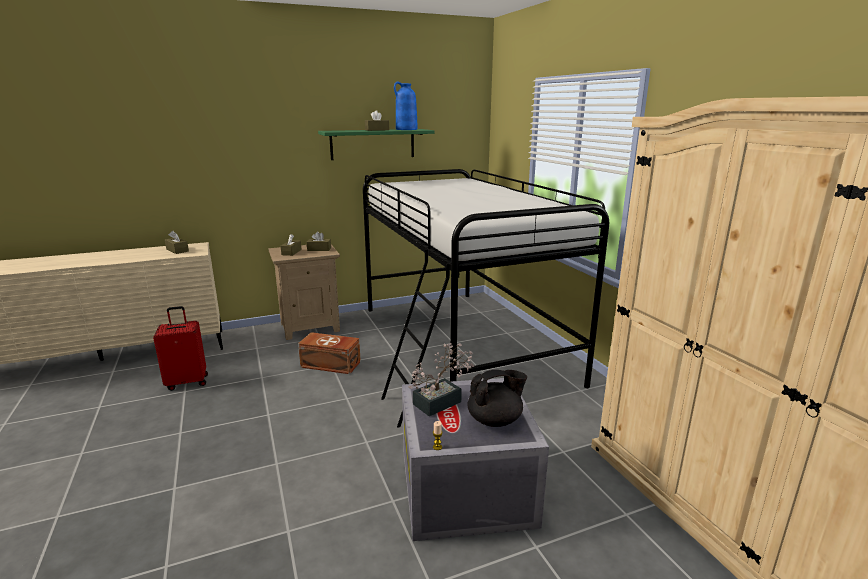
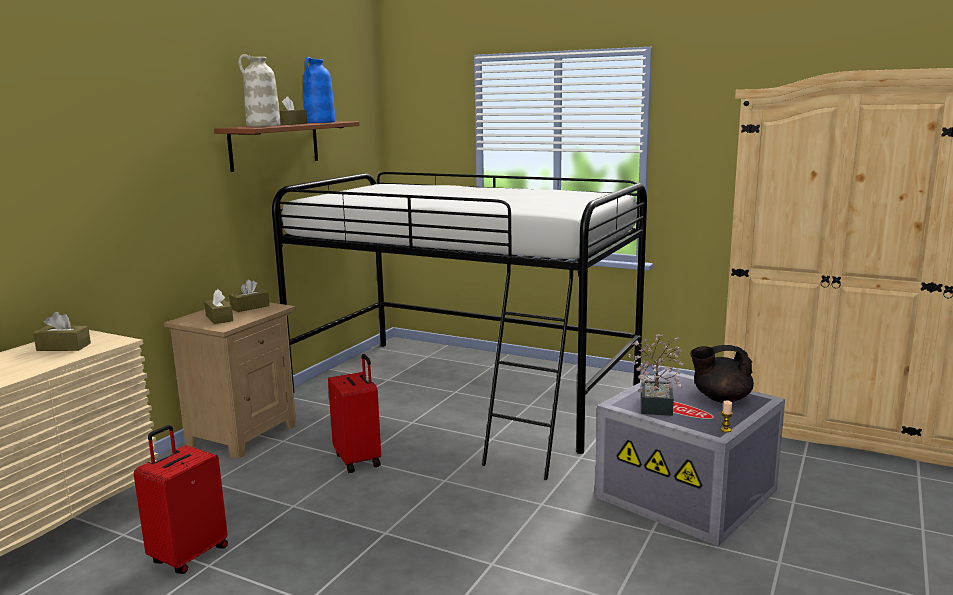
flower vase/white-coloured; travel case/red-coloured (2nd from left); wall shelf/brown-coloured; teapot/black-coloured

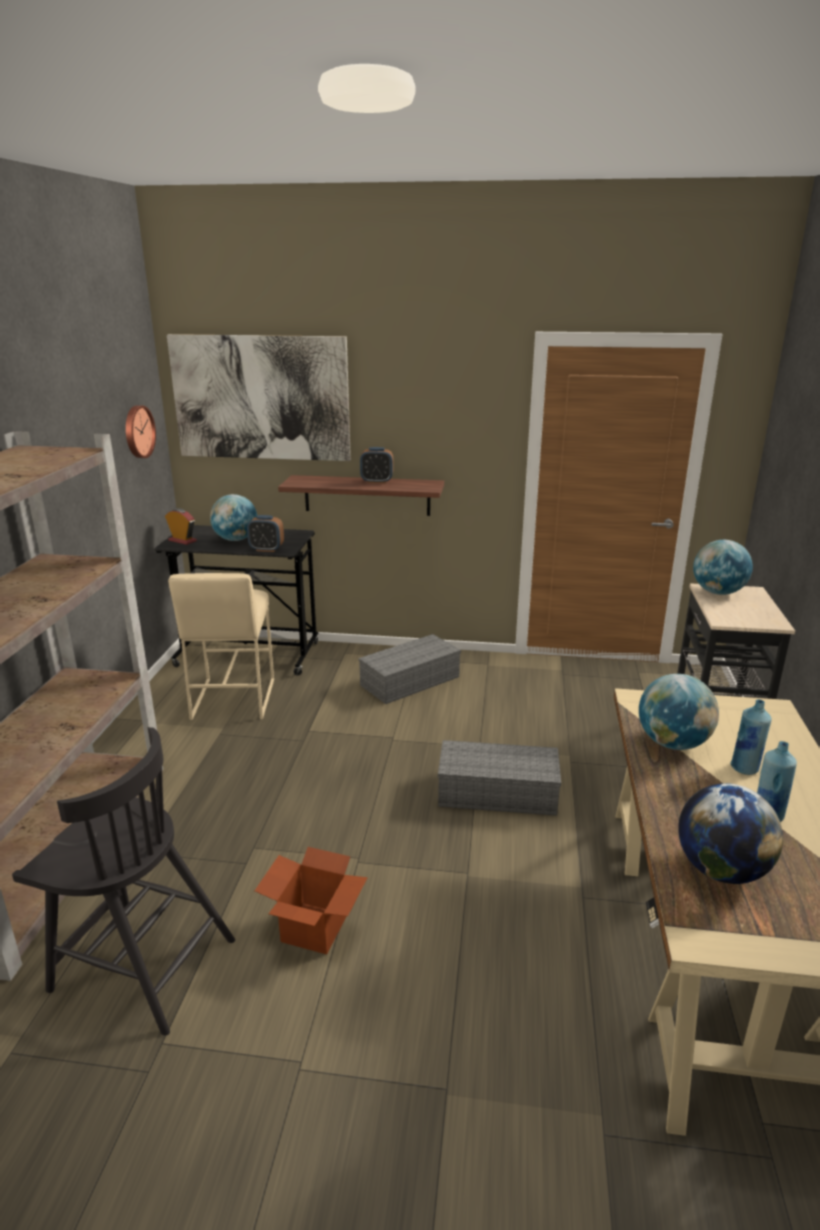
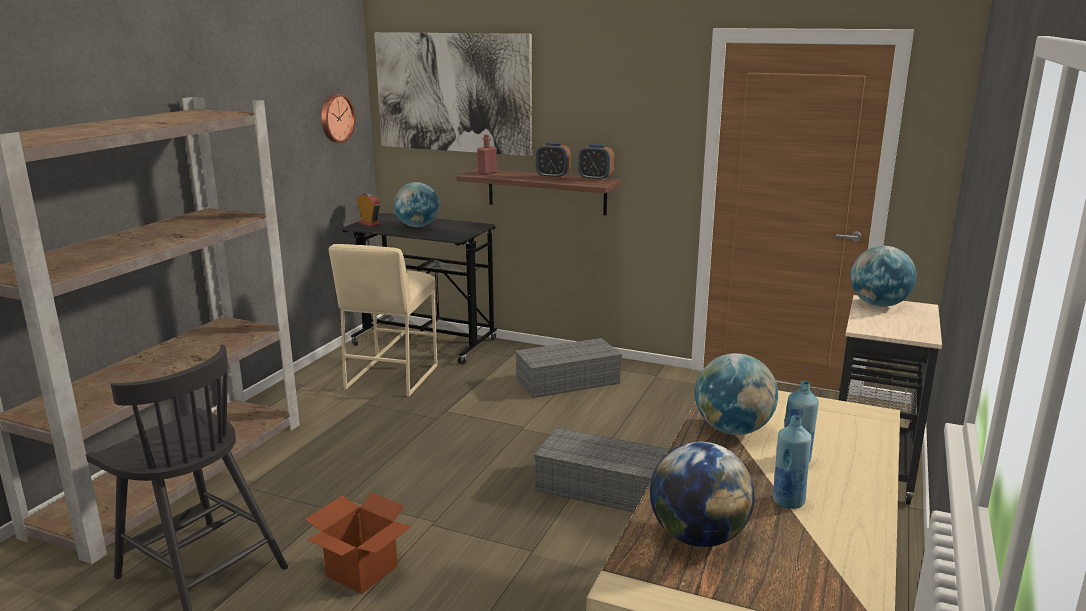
drink bottle/red-coloured; alarm clock (3rd from left)

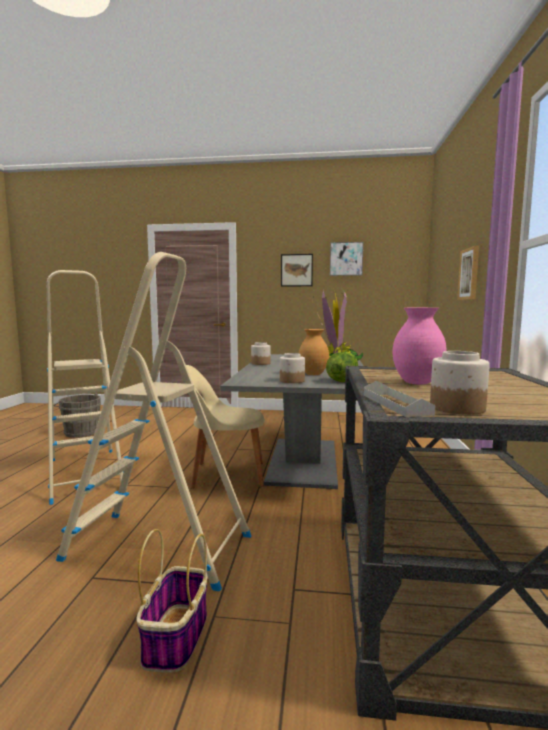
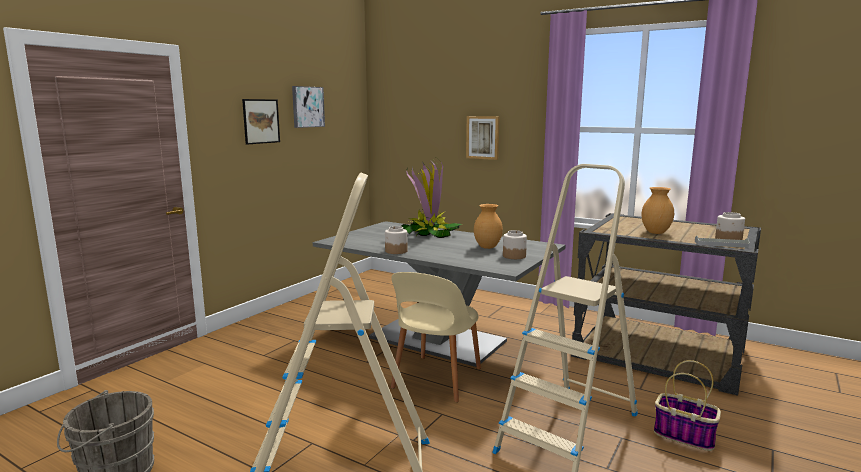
head of lettuce; flower vase/brown-coloured (2nd from left)

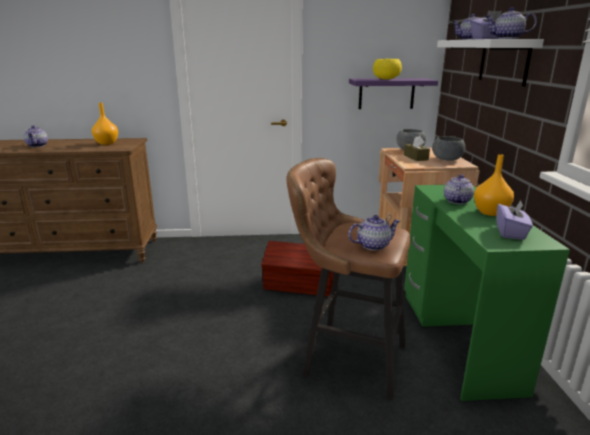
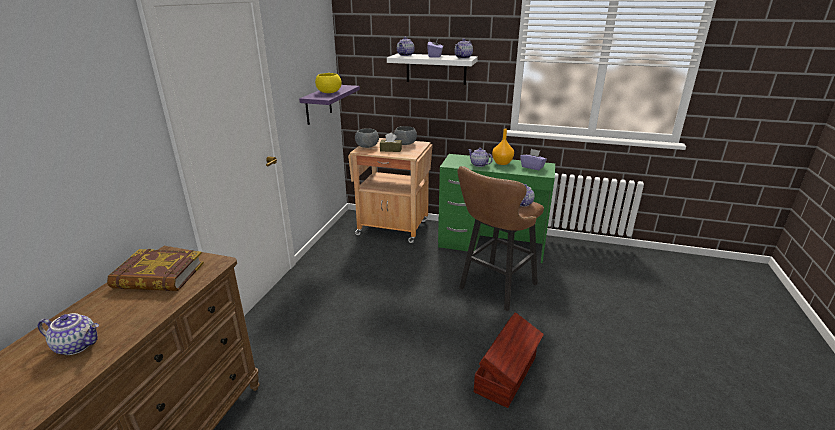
storage bin/brown-coloured; bound book

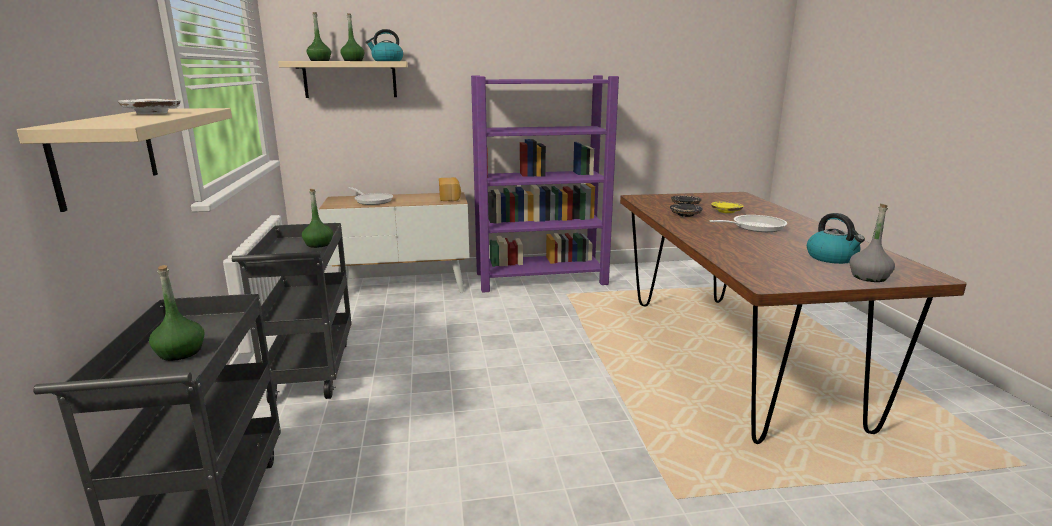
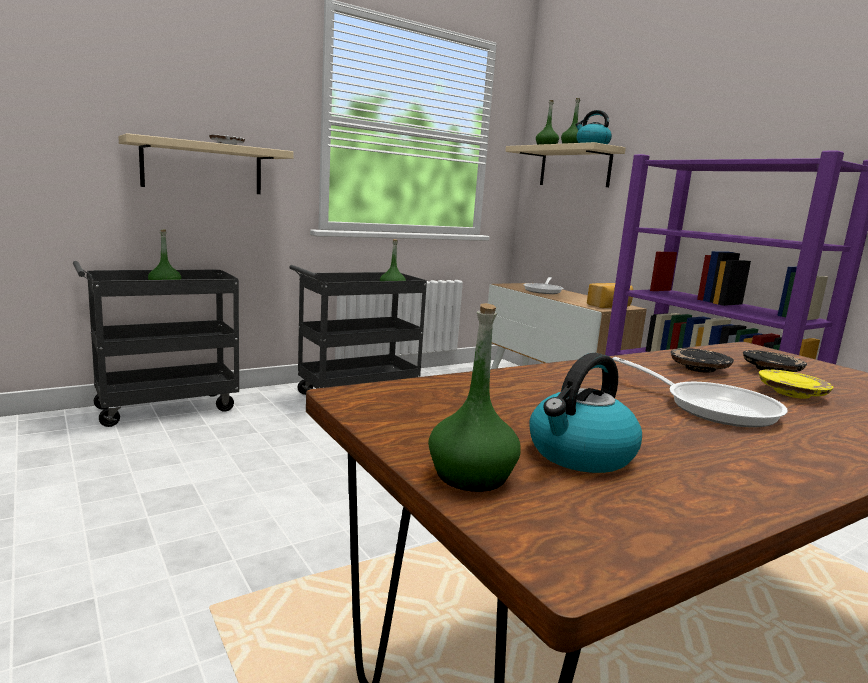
drink bottle/greenish (3rd from left)

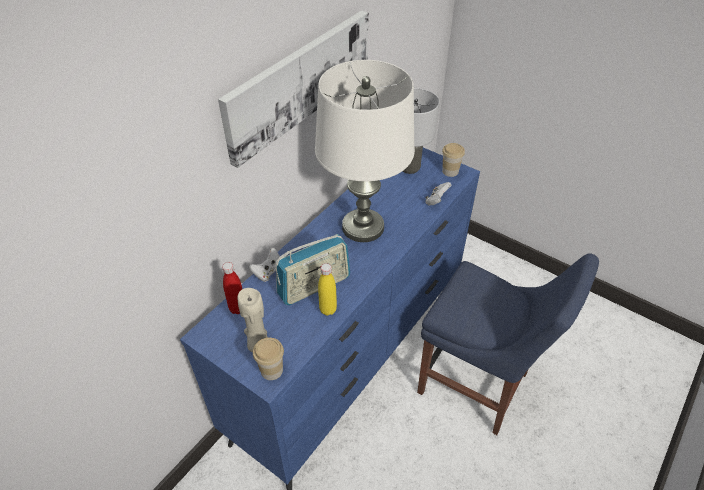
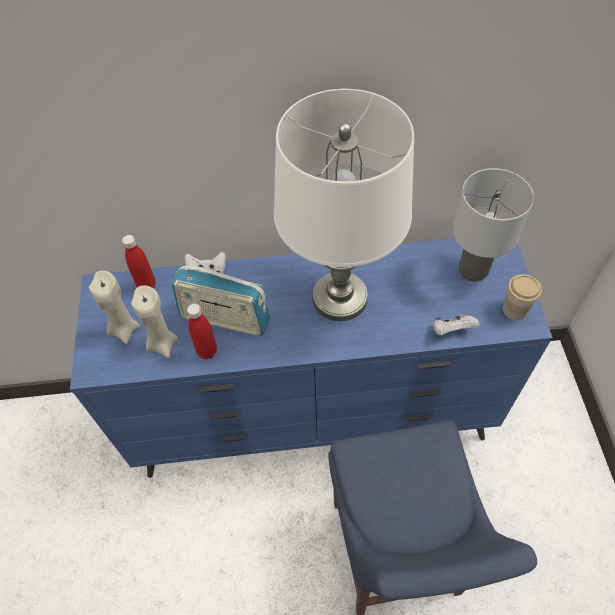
wall picture; cup (1st from left in the first image); candle/beige (2nd from left); drink bottle/red-coloured (2nd from left)

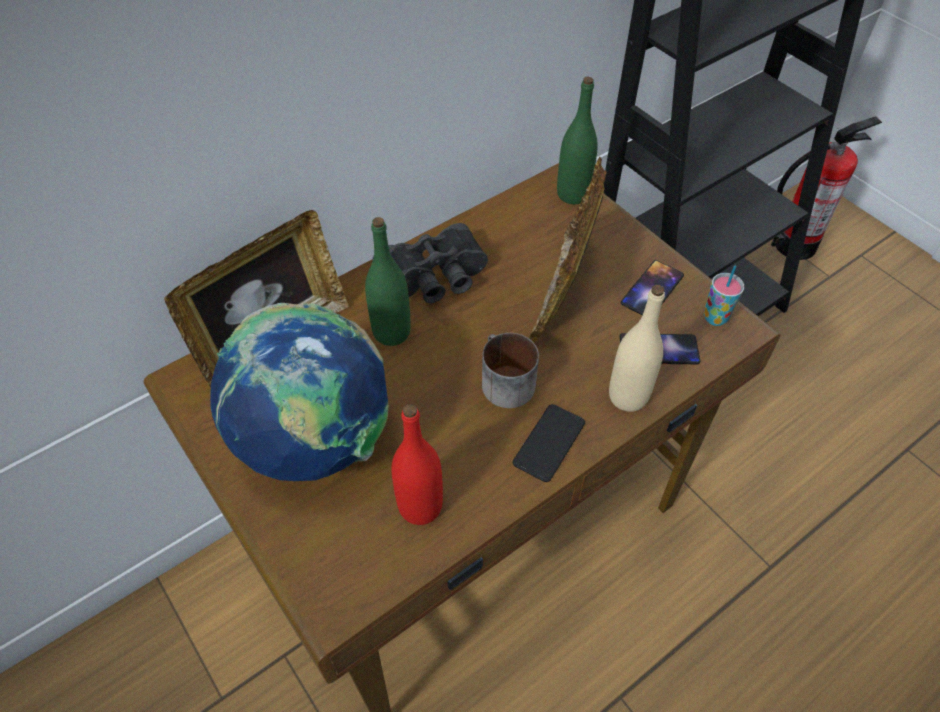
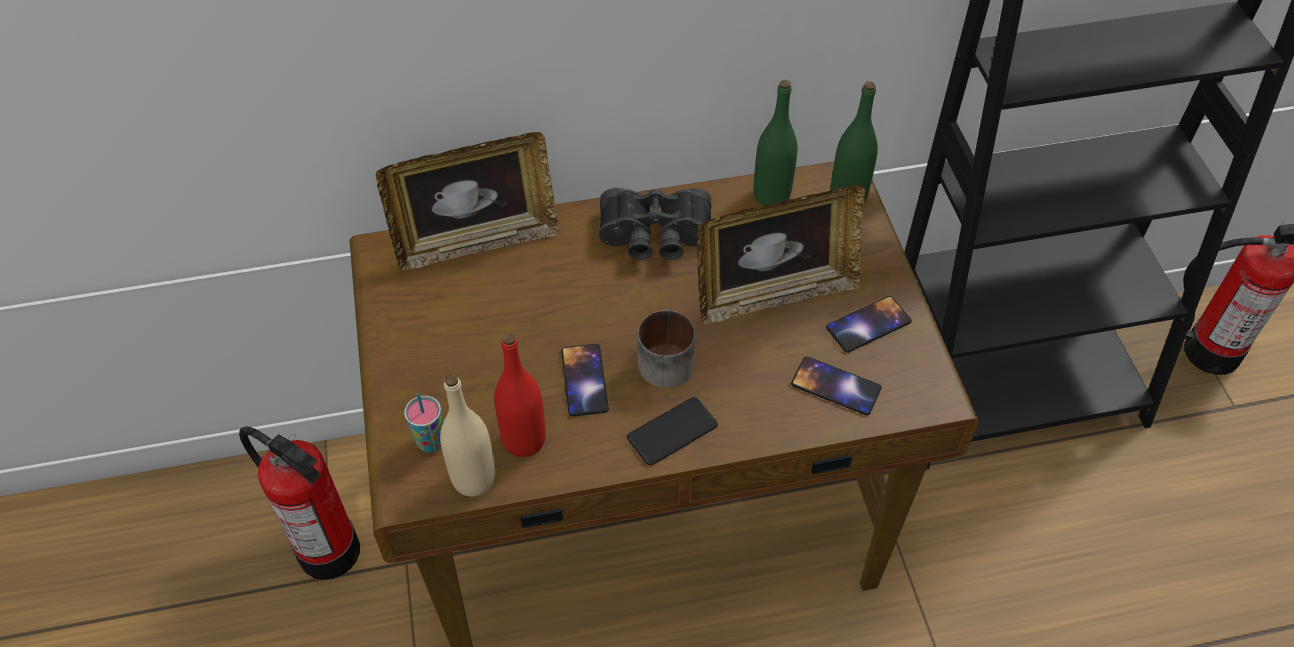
globe; extinguisher (1st from left); telephone (1st from left); drink bottle/greenish (1st from left); drink bottle/beige; cup; picture frame (2nd from left)

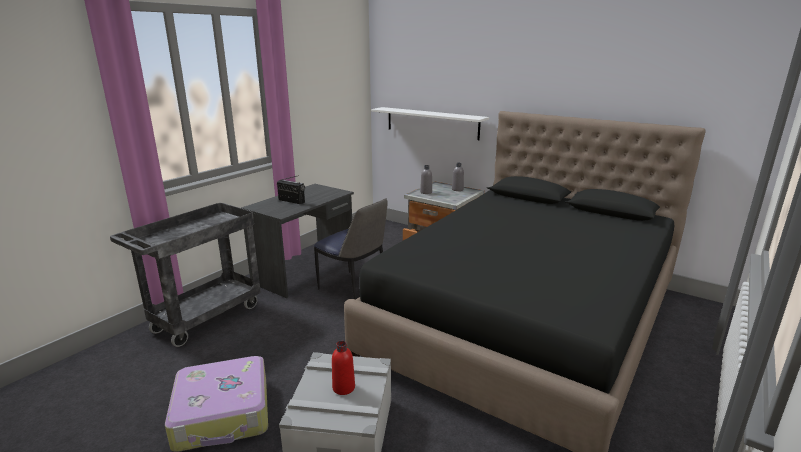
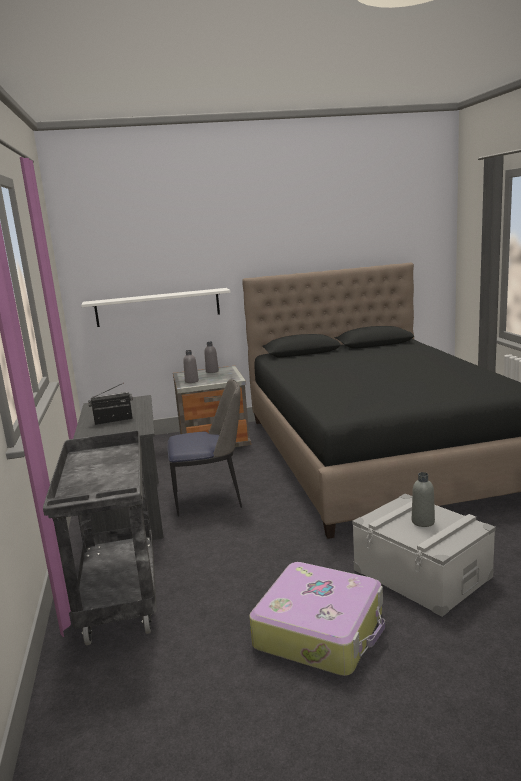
drink bottle/grey (3rd from left)

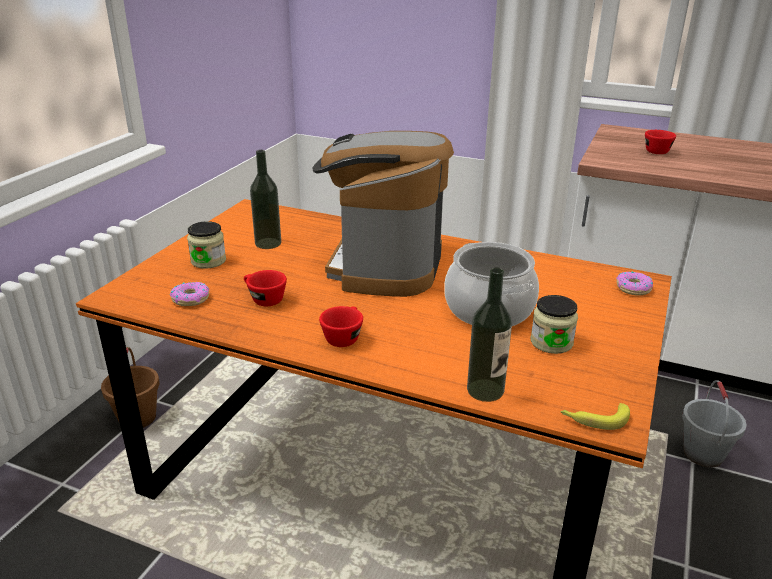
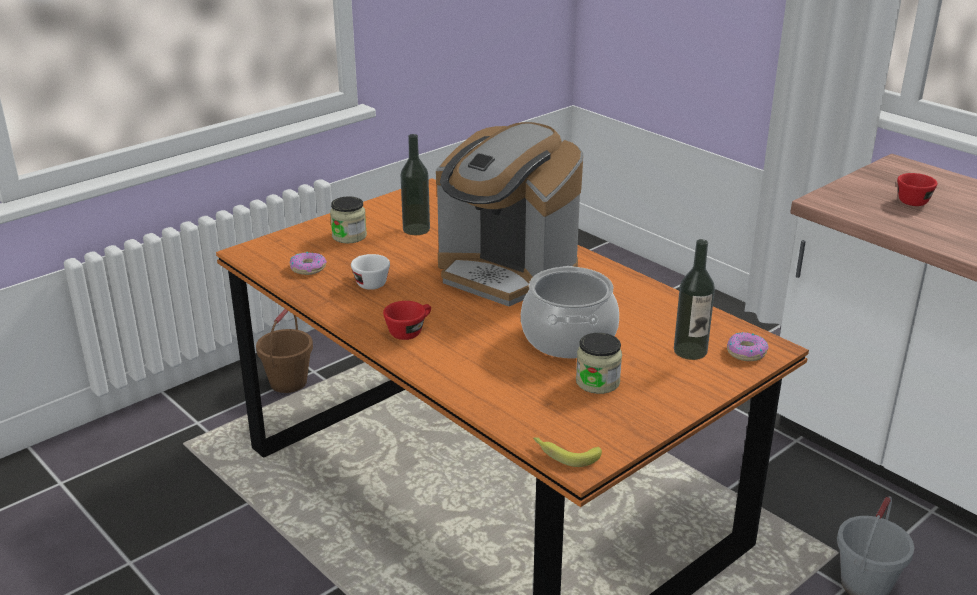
drink bottle (2nd from left); cup/white-coloured; coffee maker

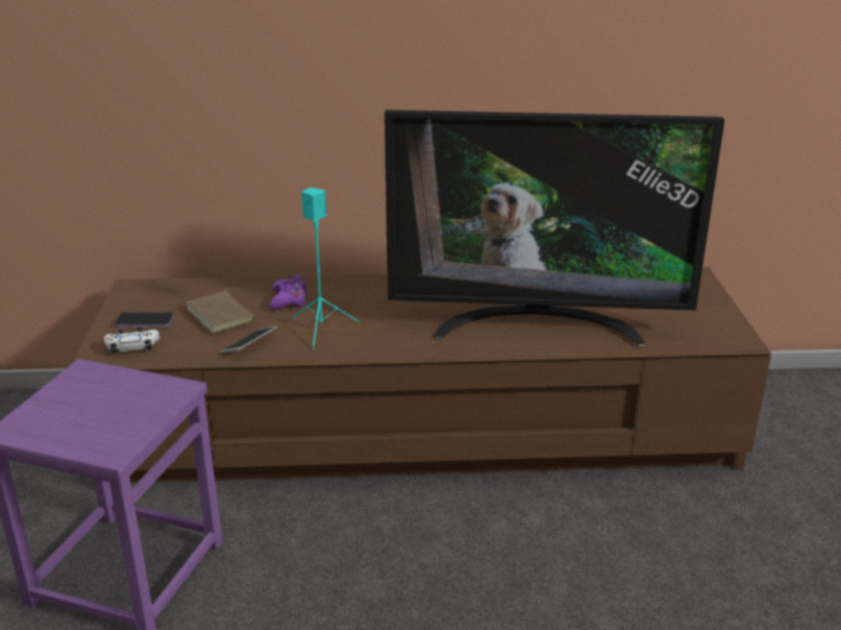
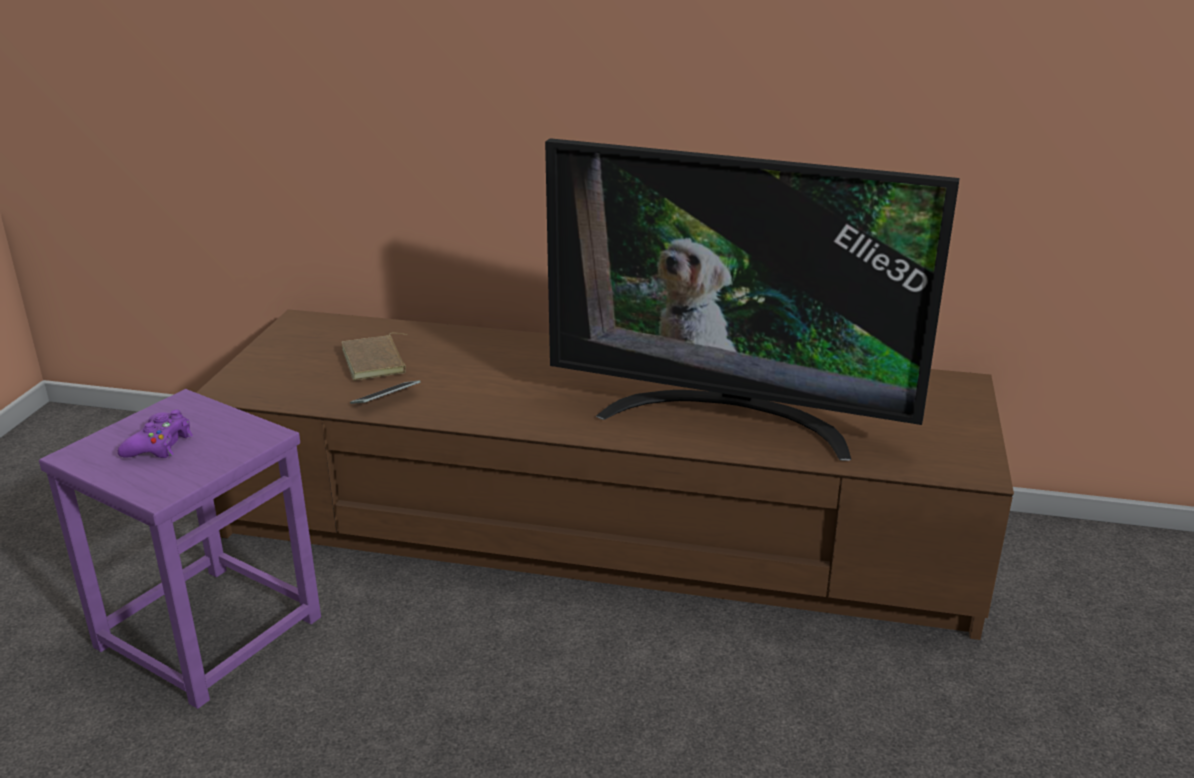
gamepad/white-coloured; telephone (1st from left in the first image); audio speaker/turquoise-coloured; gamepad/purple-coloured

